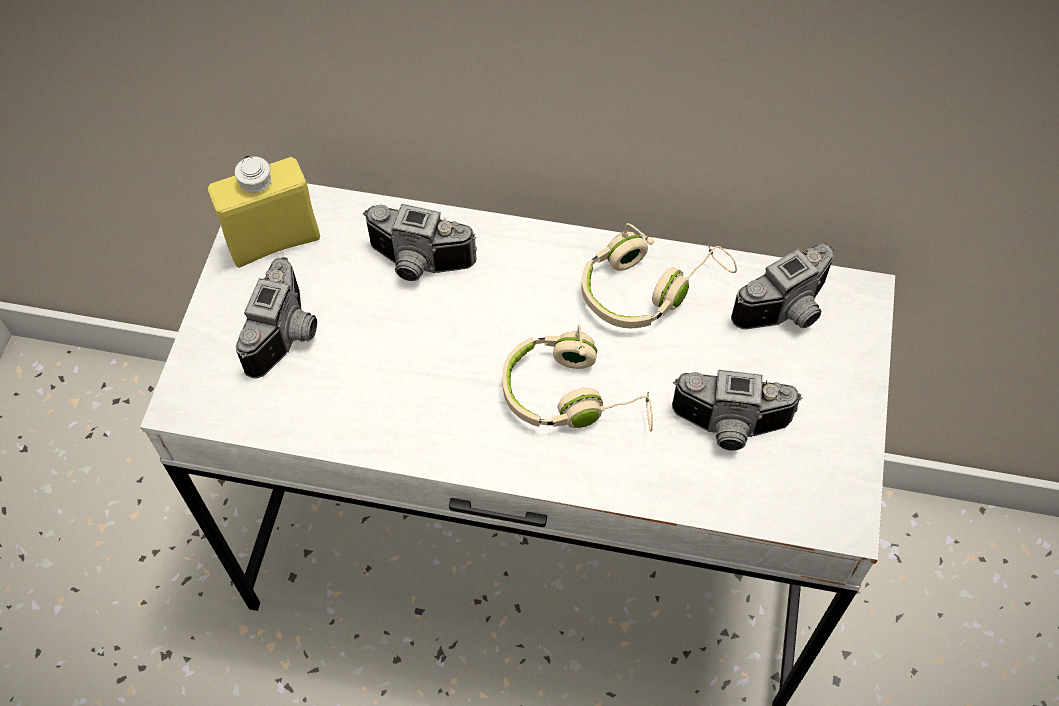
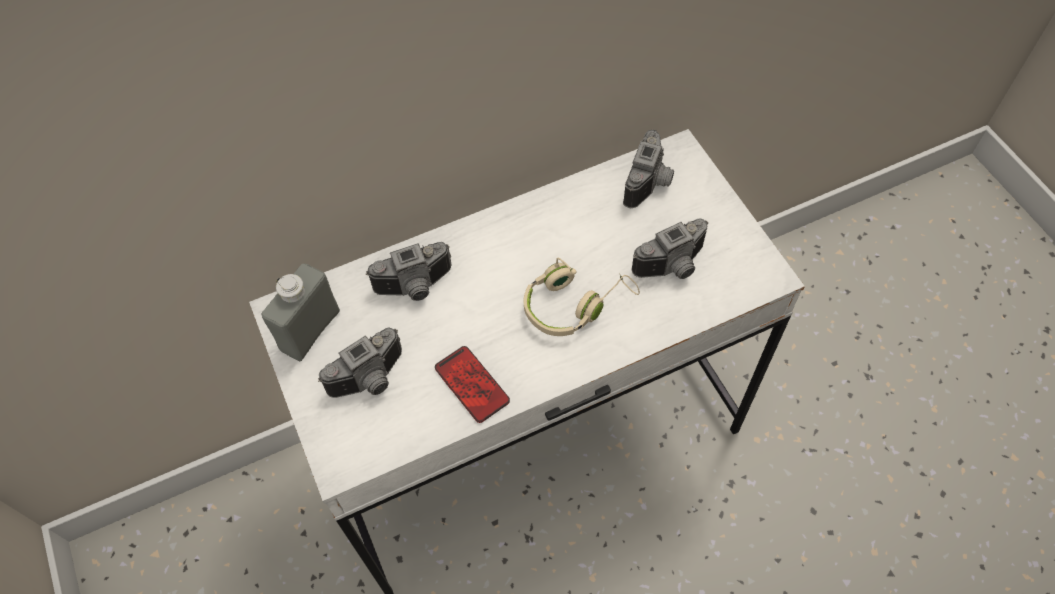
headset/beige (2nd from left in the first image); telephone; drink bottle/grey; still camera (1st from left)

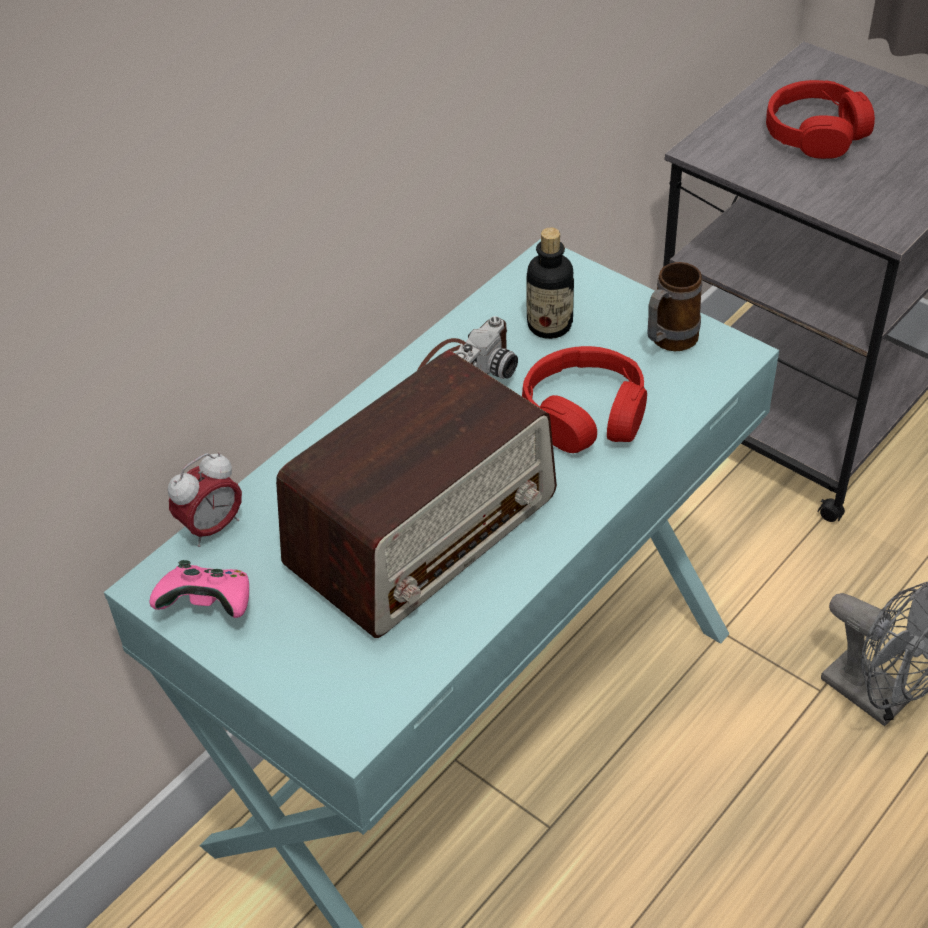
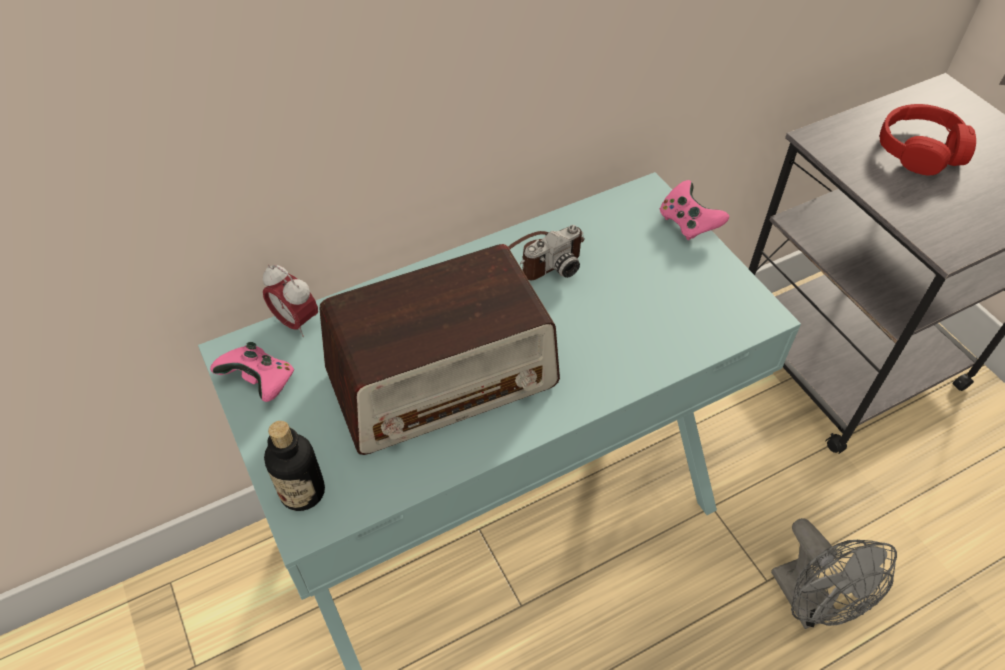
headset/red-coloured (1st from left in the first image); mug; gamepad/pinkish (2nd from left); drink bottle; alarm clock

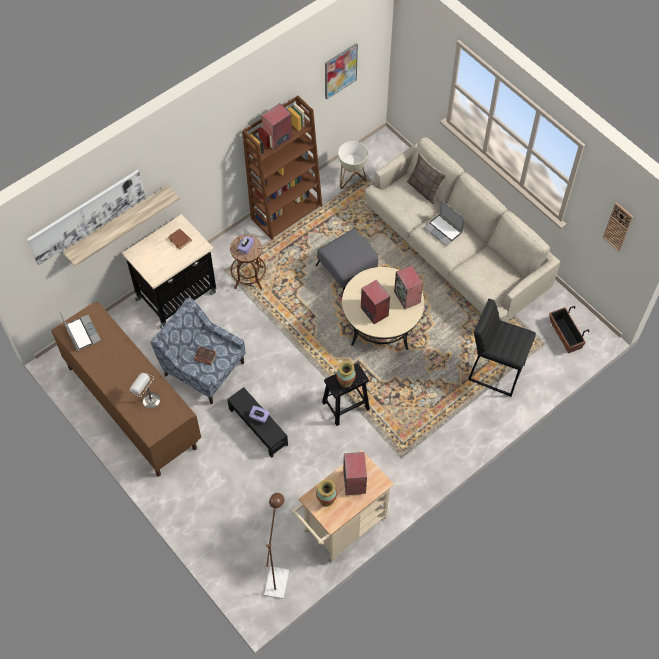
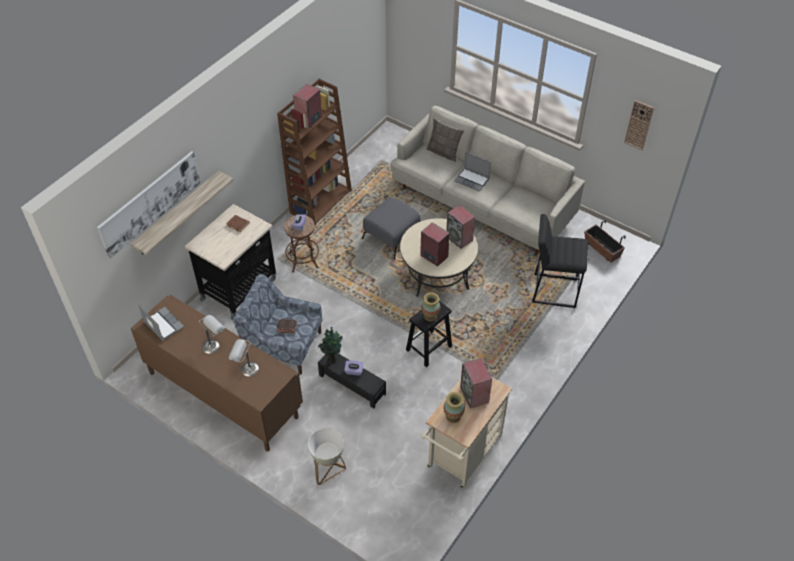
floor lamp/brown-coloured; wall picture (2nd from left in the first image); table lamp/white-coloured (1st from left); plant in a pot; plant pot (1st from left)

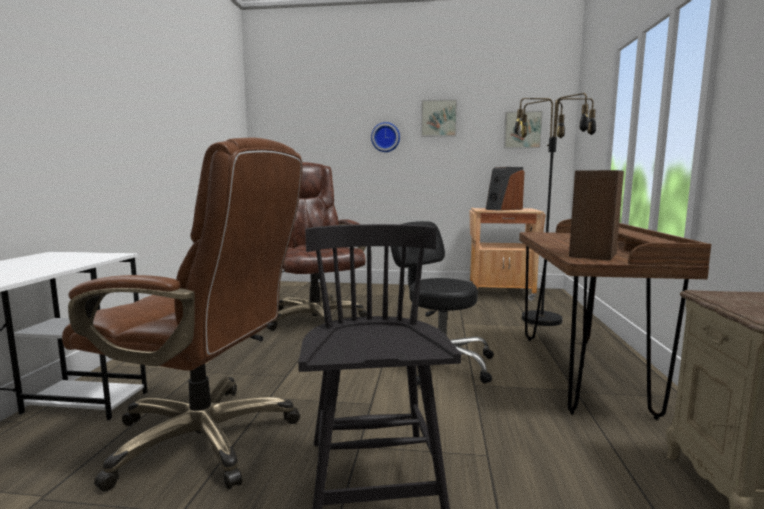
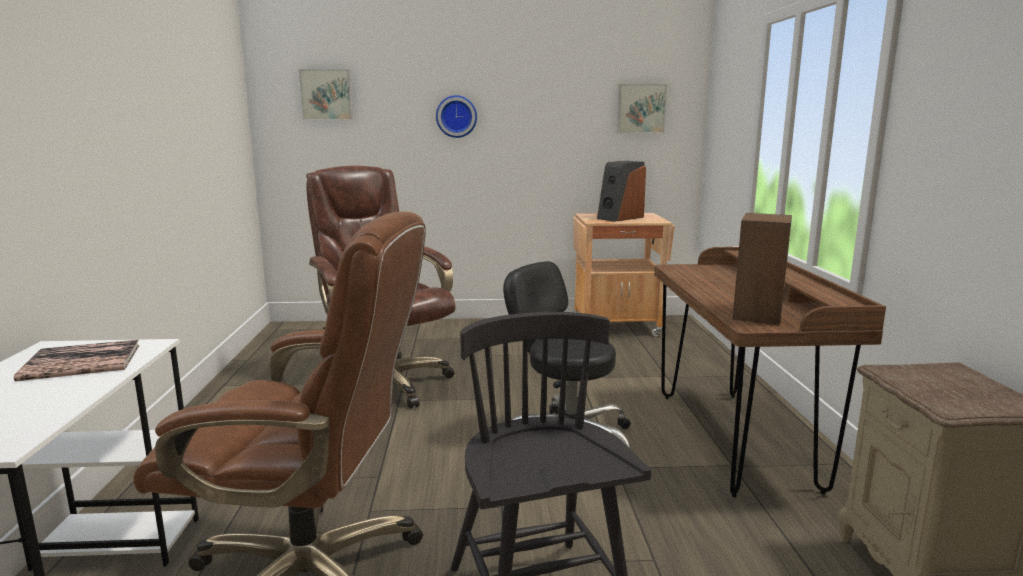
floor lamp; bound book; wall picture (1st from left)

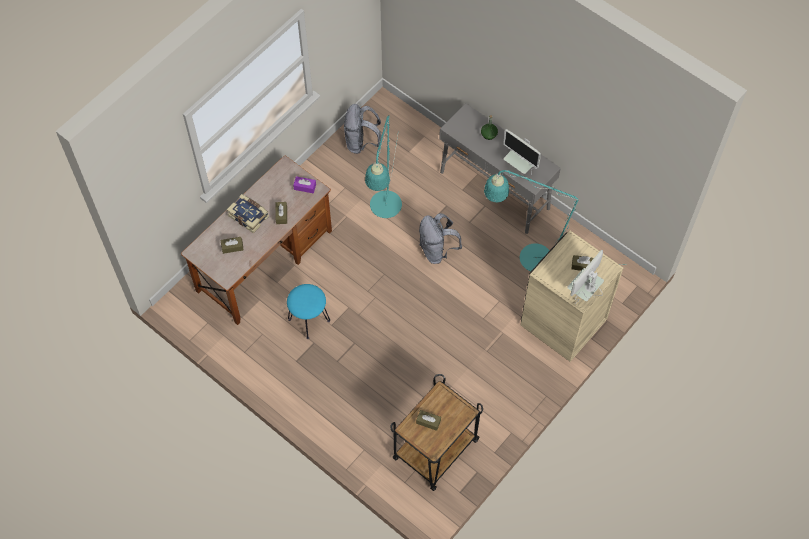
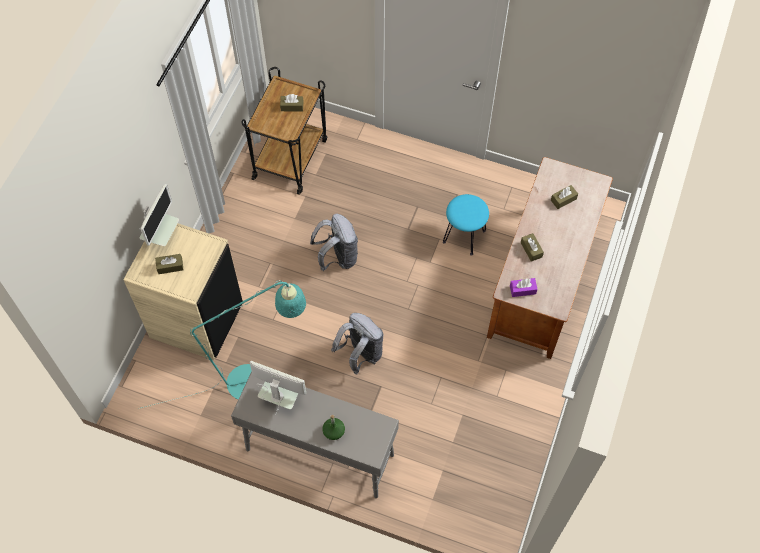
bound book; floor lamp/turquoise-coloured (1st from left in the first image); knapsack/grey (1st from left)

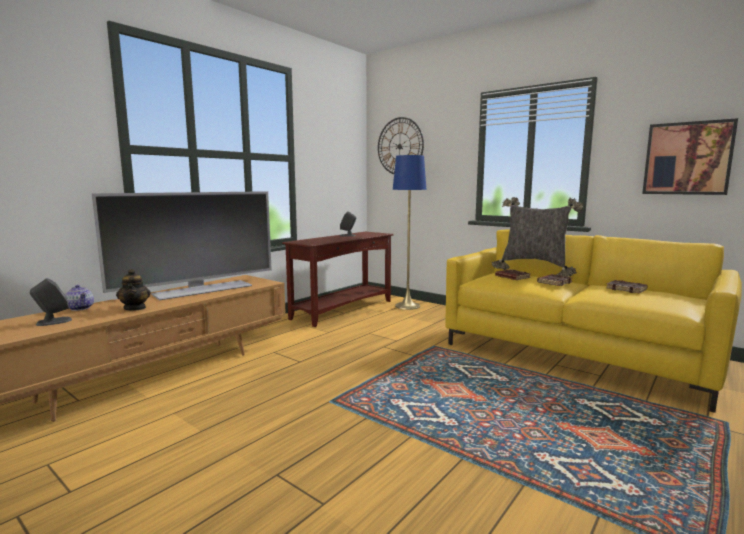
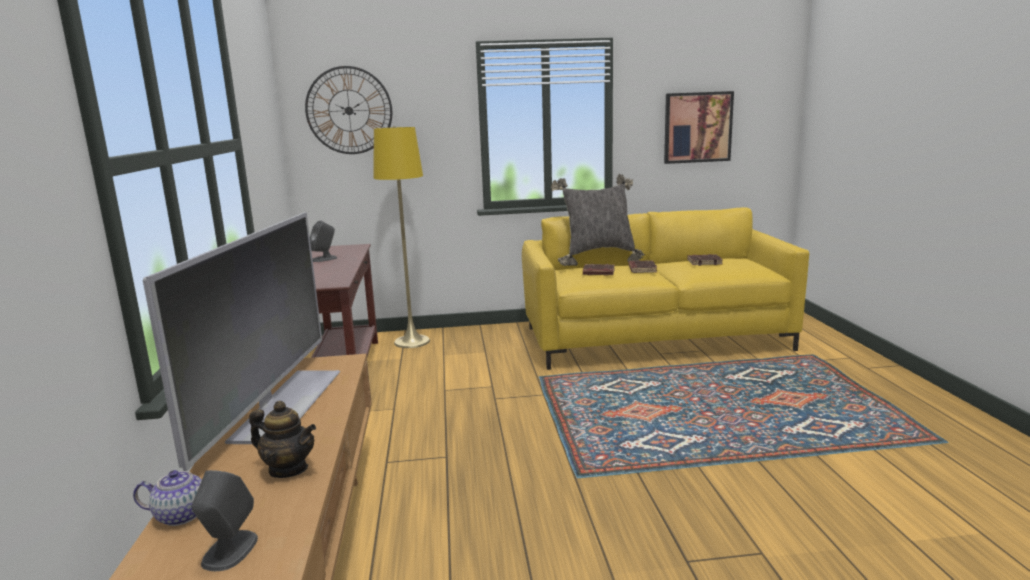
floor lamp/yellow

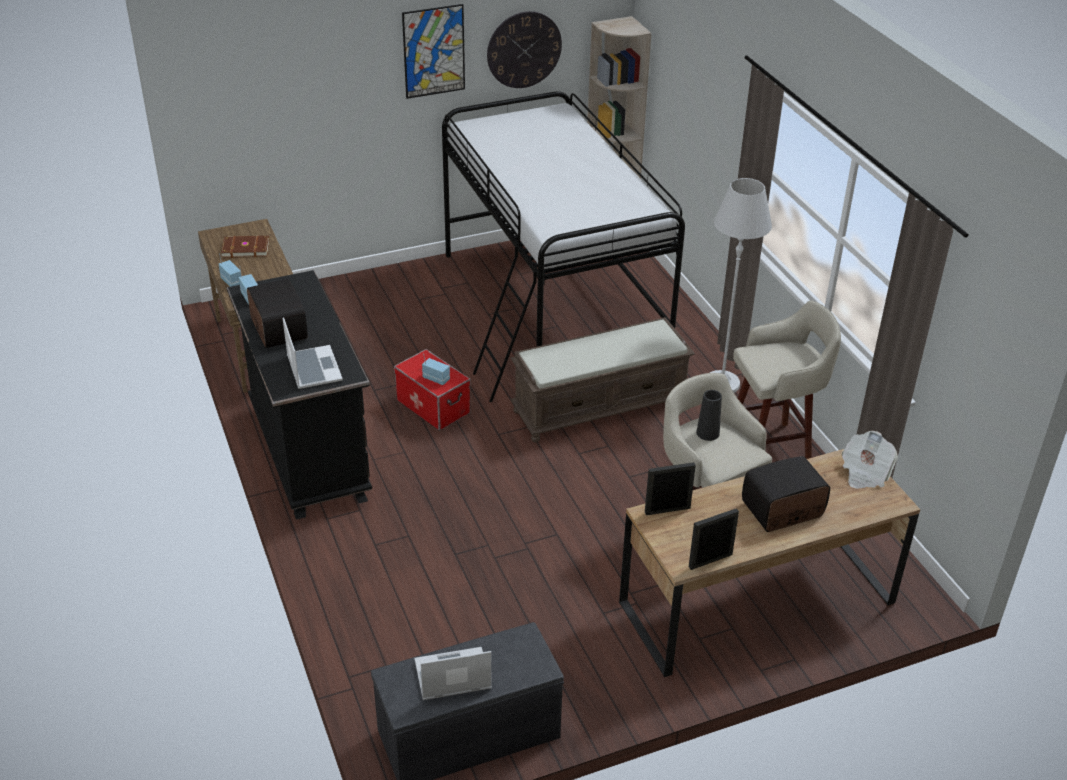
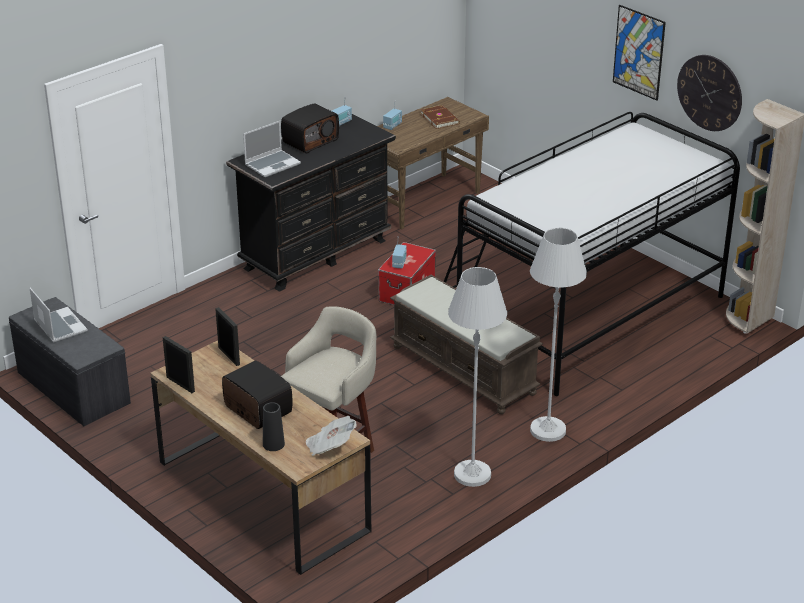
flower vase/black-coloured; floor lamp/white-coloured (1st from left)

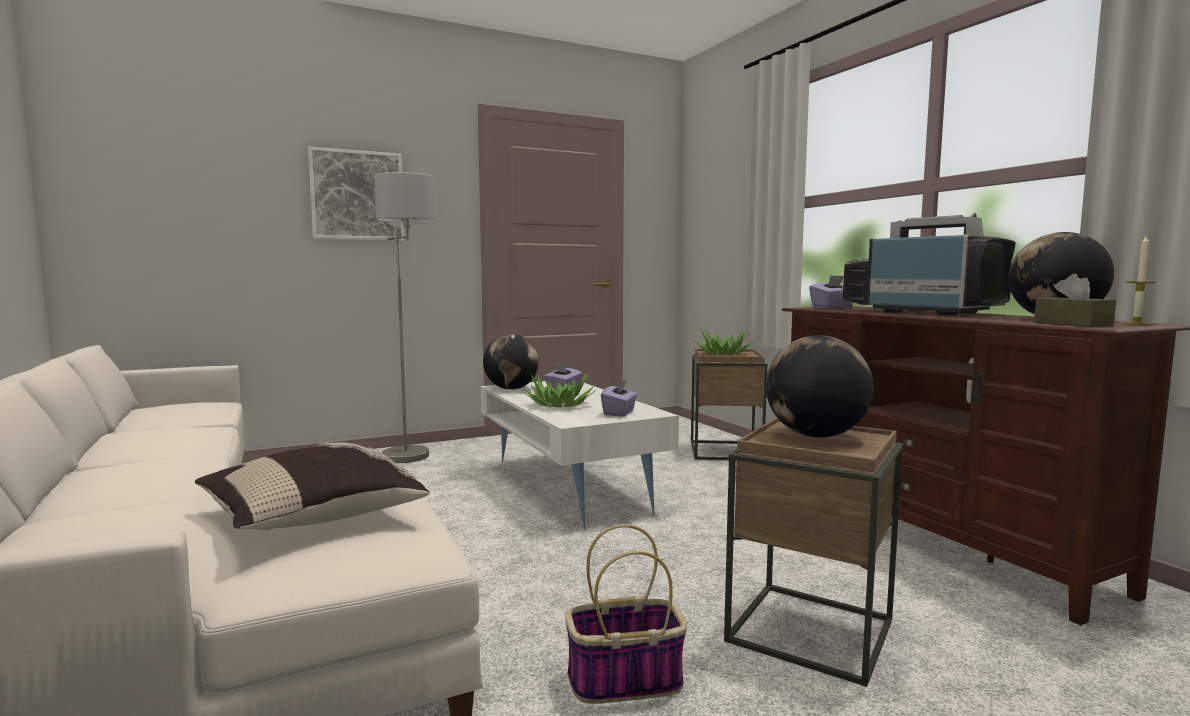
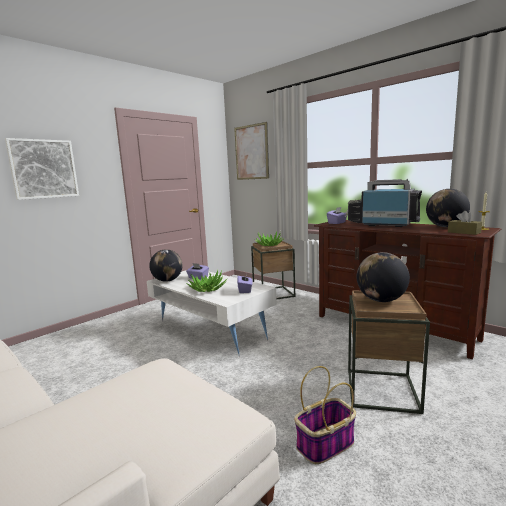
pillow; floor lamp/grey; wall picture (2nd from left)

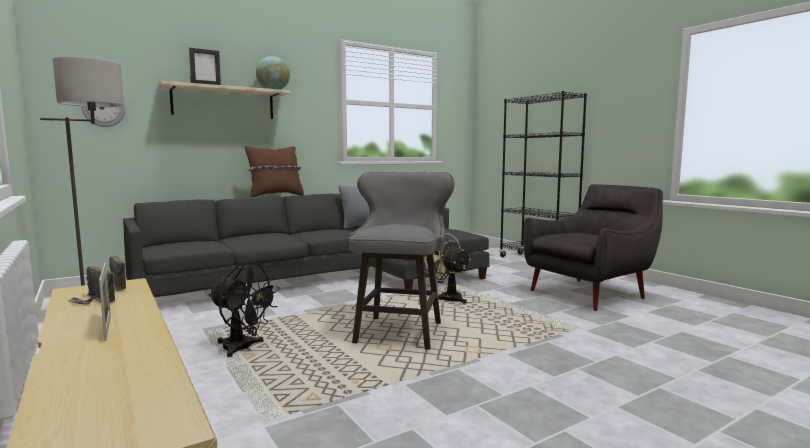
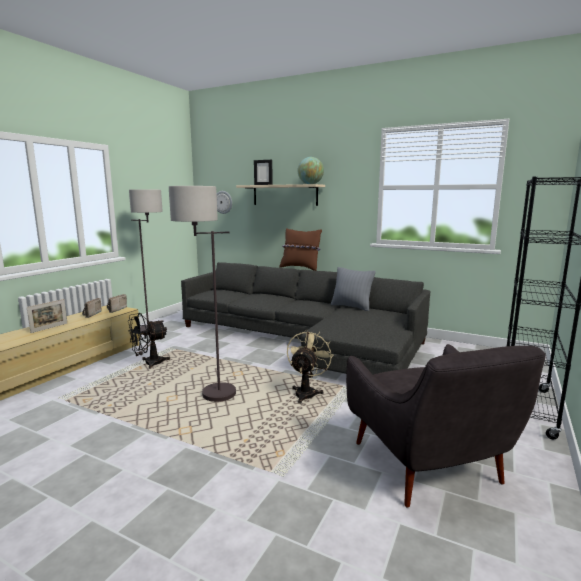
floor lamp/grey (2nd from left); cooling fan/black-coloured; armchair/grey

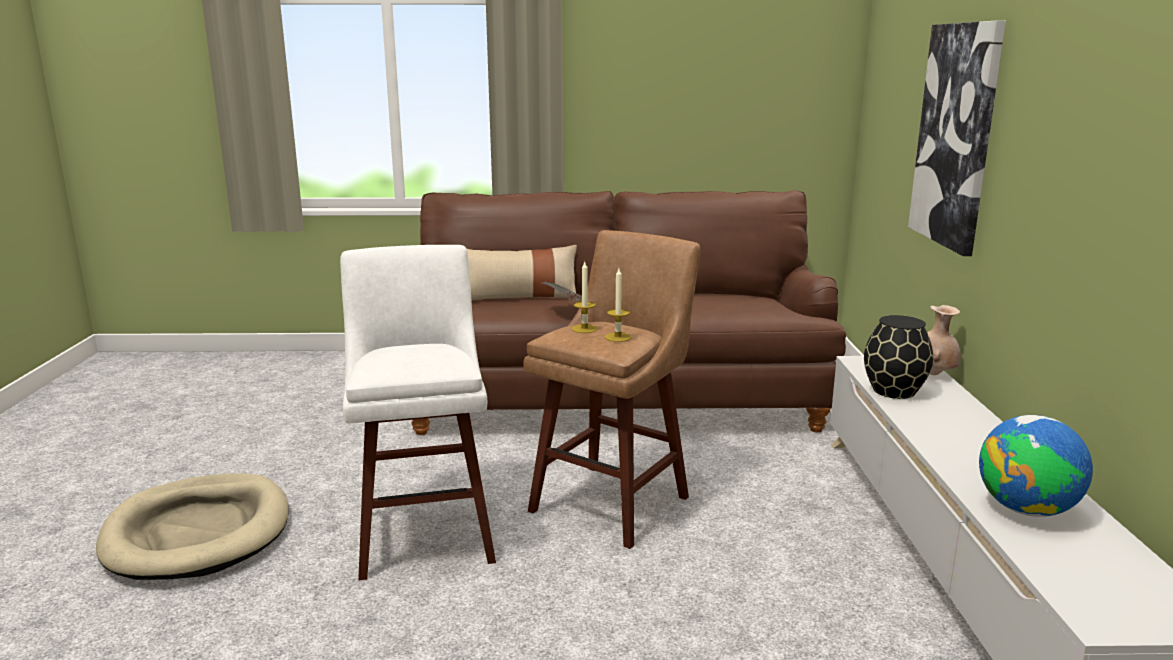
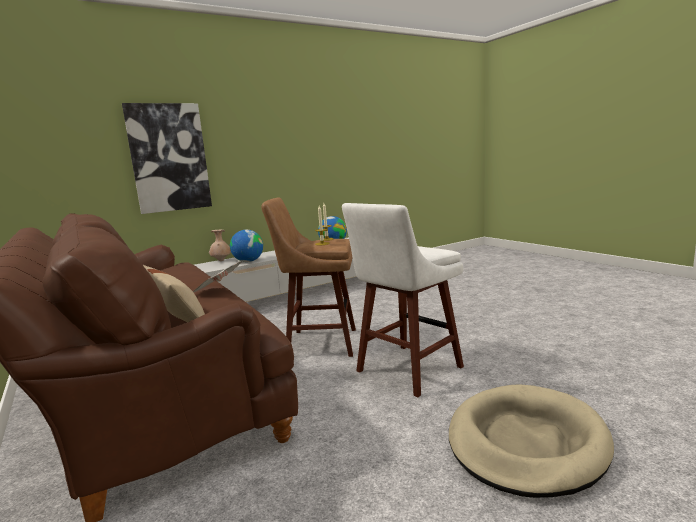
globe (1st from left)

